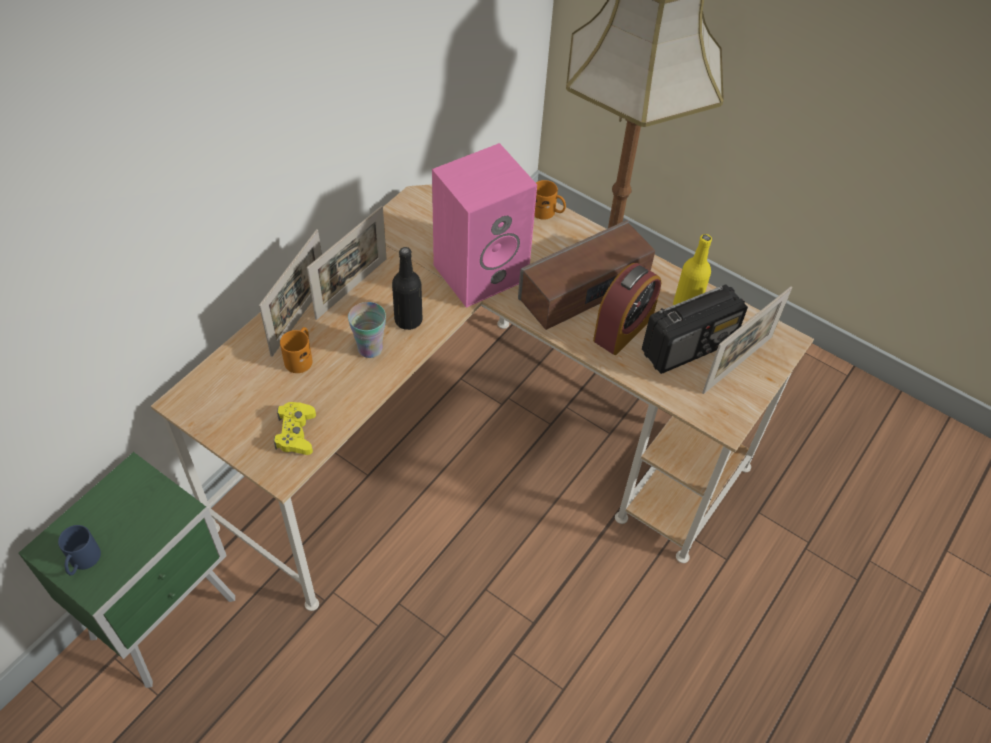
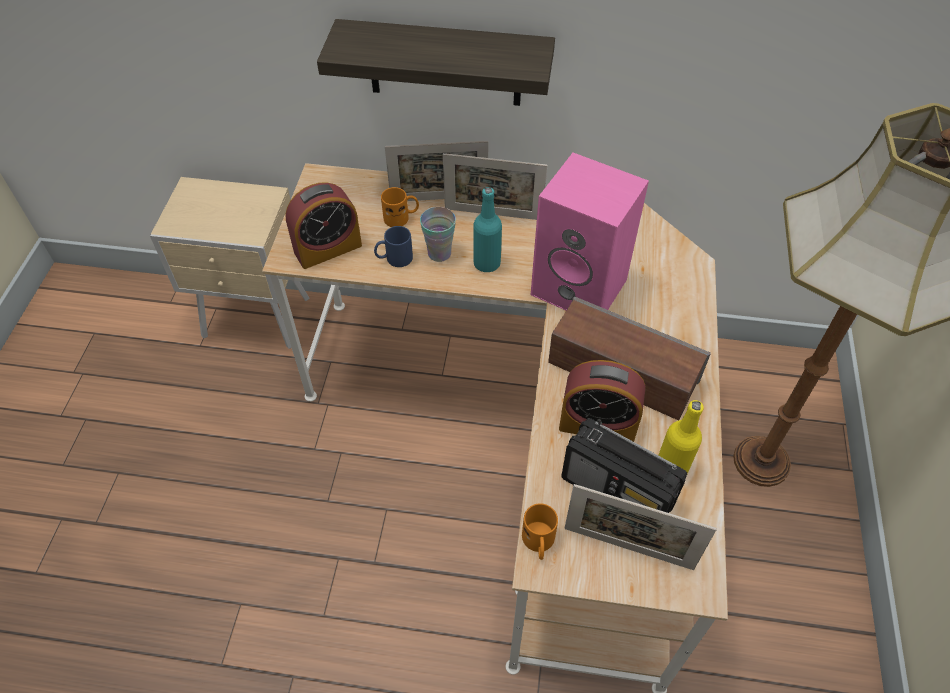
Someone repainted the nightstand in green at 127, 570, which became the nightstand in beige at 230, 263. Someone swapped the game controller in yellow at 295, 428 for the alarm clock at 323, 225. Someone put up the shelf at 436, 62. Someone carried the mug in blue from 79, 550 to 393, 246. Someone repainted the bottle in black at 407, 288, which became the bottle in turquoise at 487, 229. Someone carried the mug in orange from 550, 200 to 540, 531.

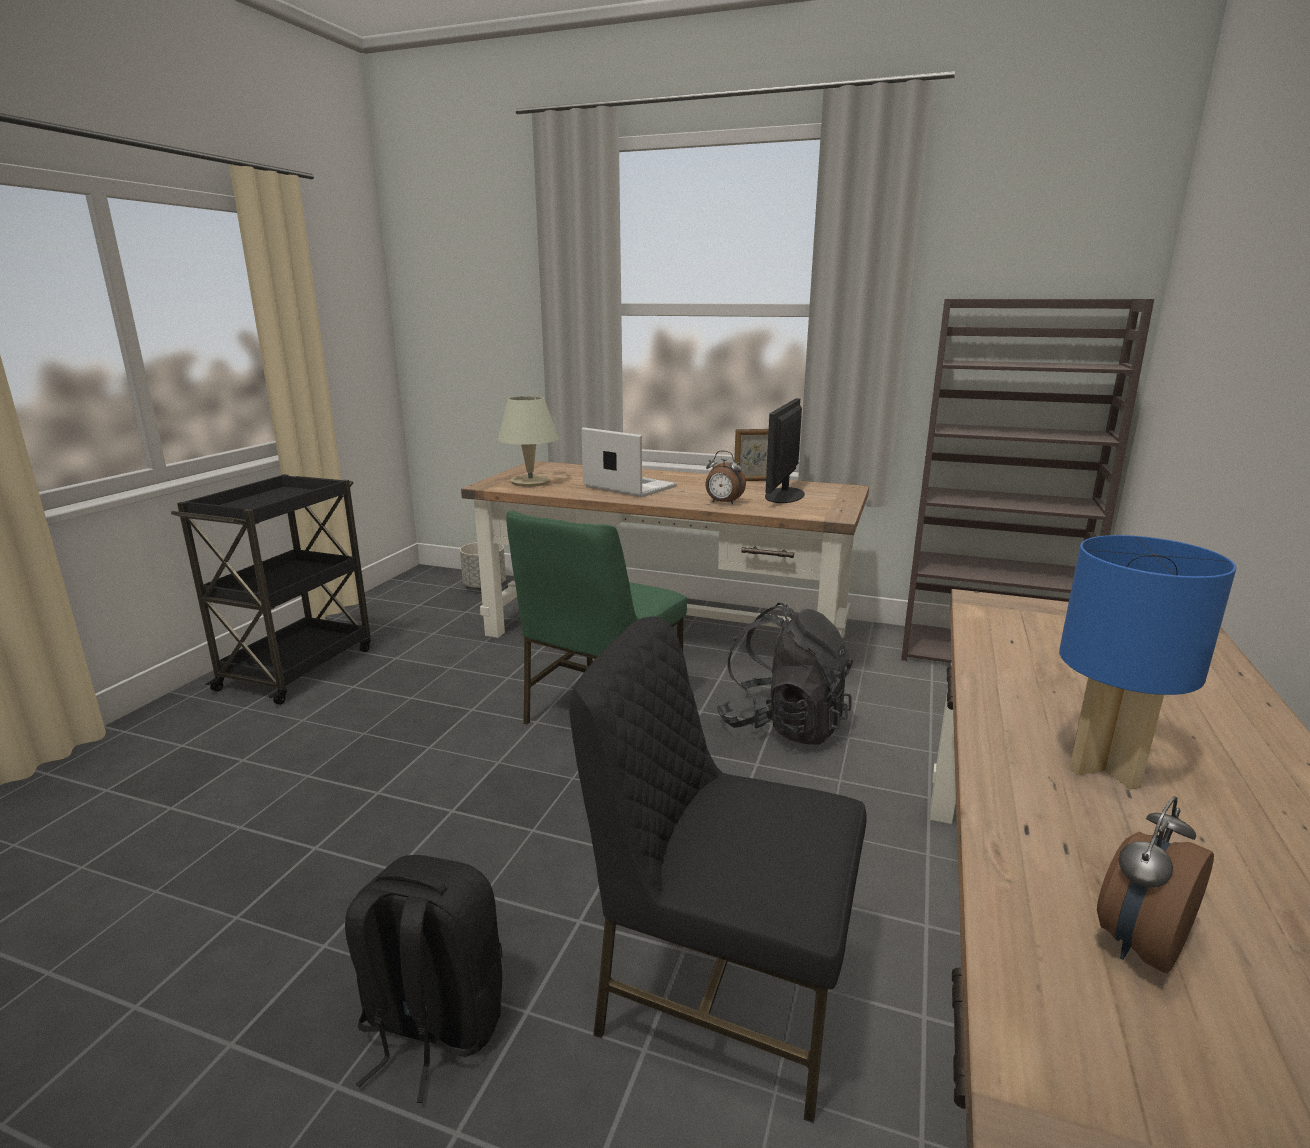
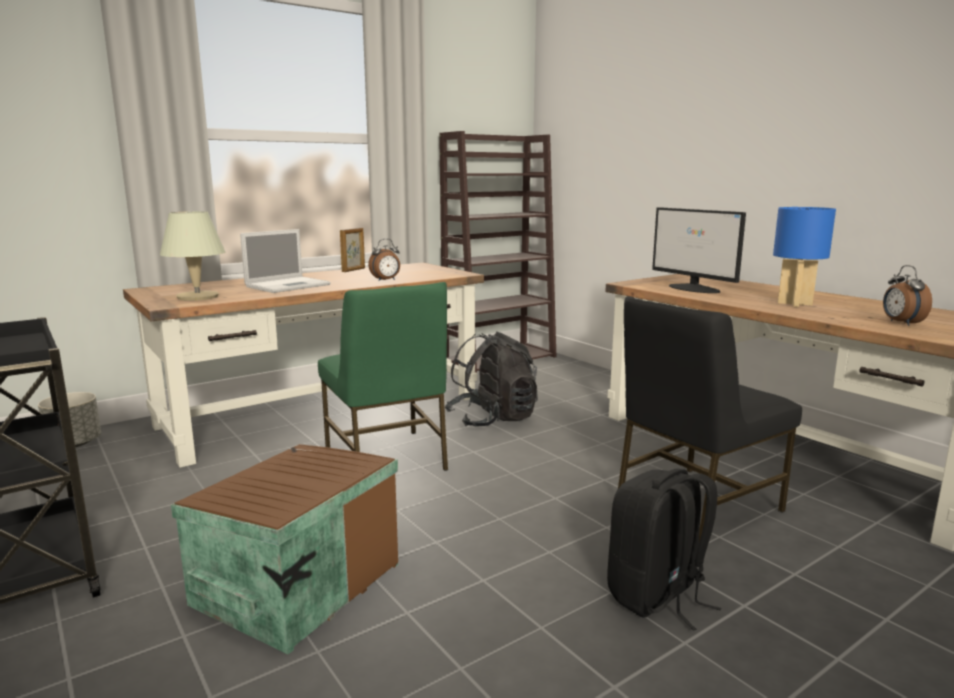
Someone put down the storage box in brown at 284, 549. Someone rotated the laptop at 629, 462 by 150 degrees clockwise. Someone carried the monitor from 785, 450 to 699, 250.

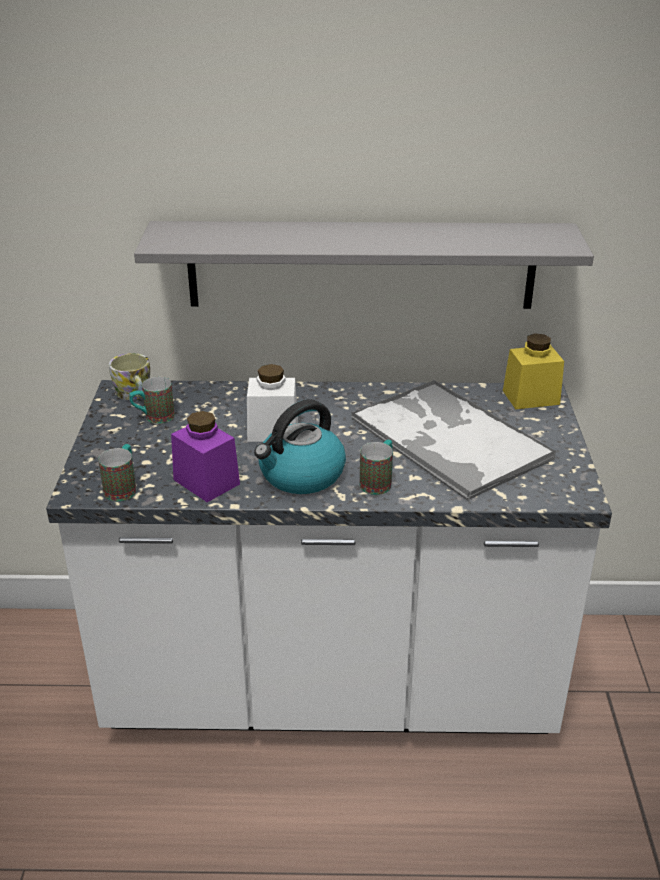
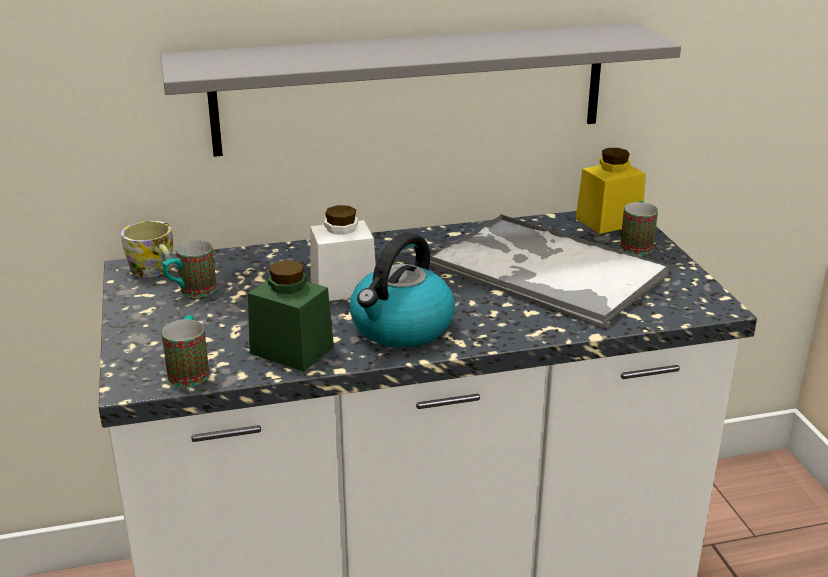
Someone repainted the jar in purple at 205, 456, which became the jar in green at 291, 316. Someone carried the mug from 376, 467 to 639, 228.

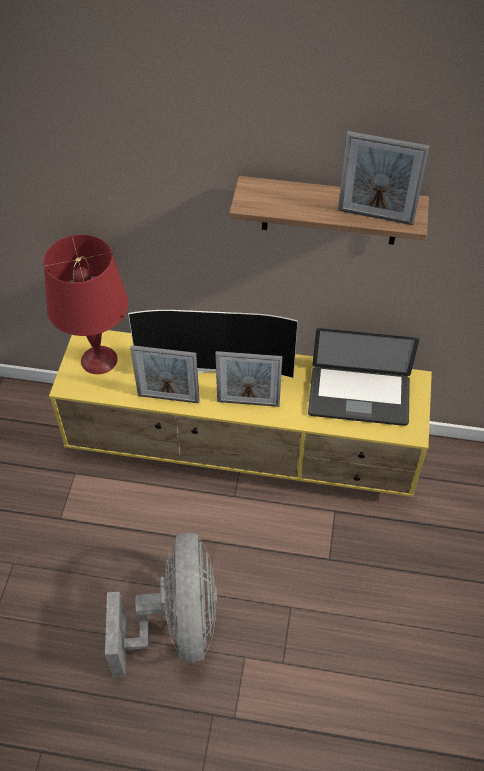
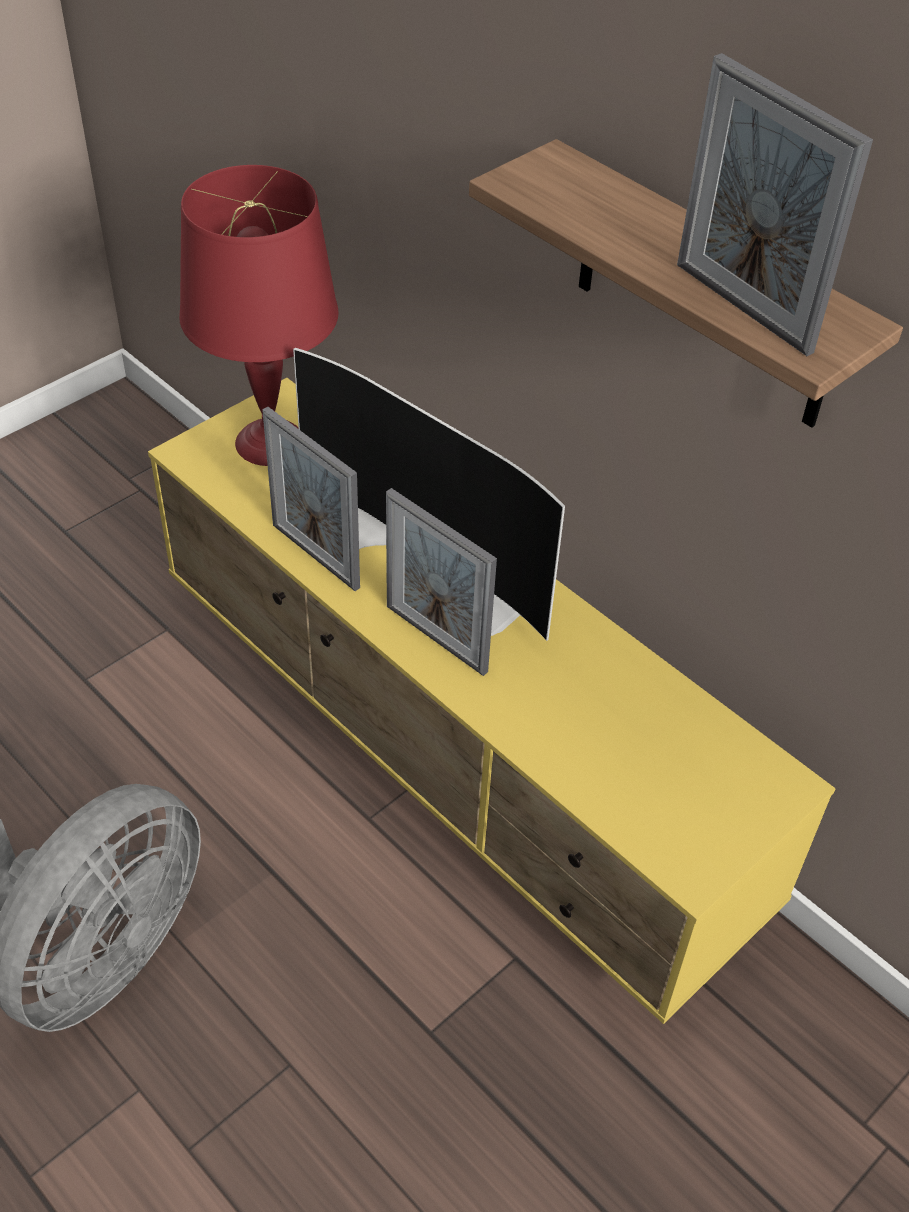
Someone took away the laptop at 363, 377.

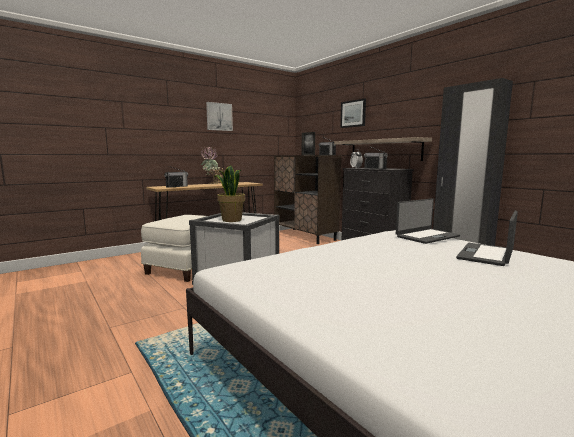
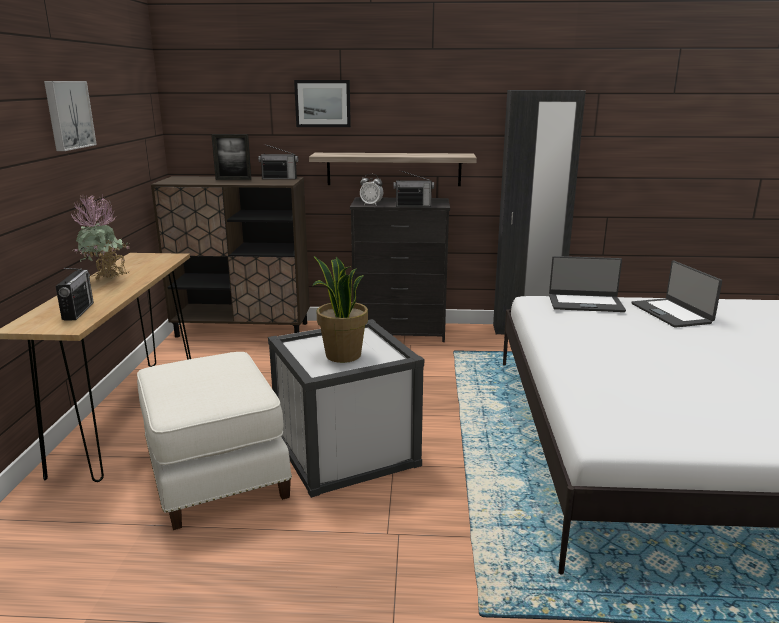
Someone rotated the laptop at 428, 221 by 90 degrees clockwise.

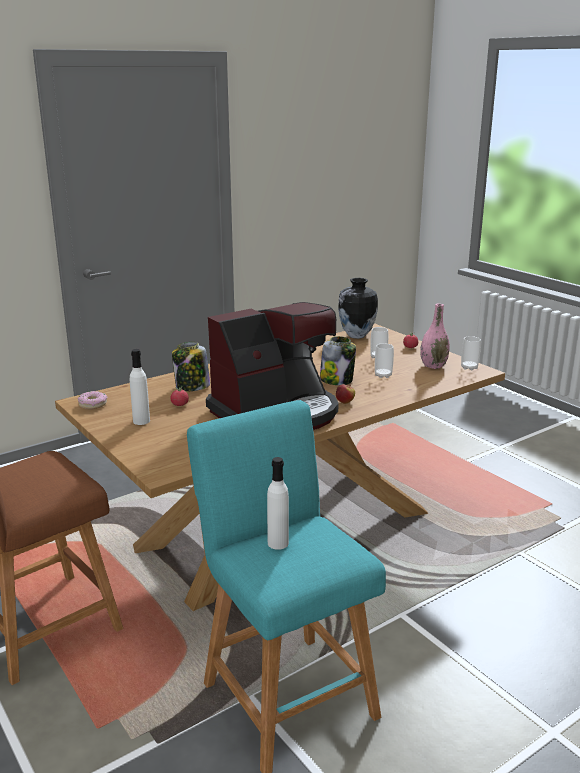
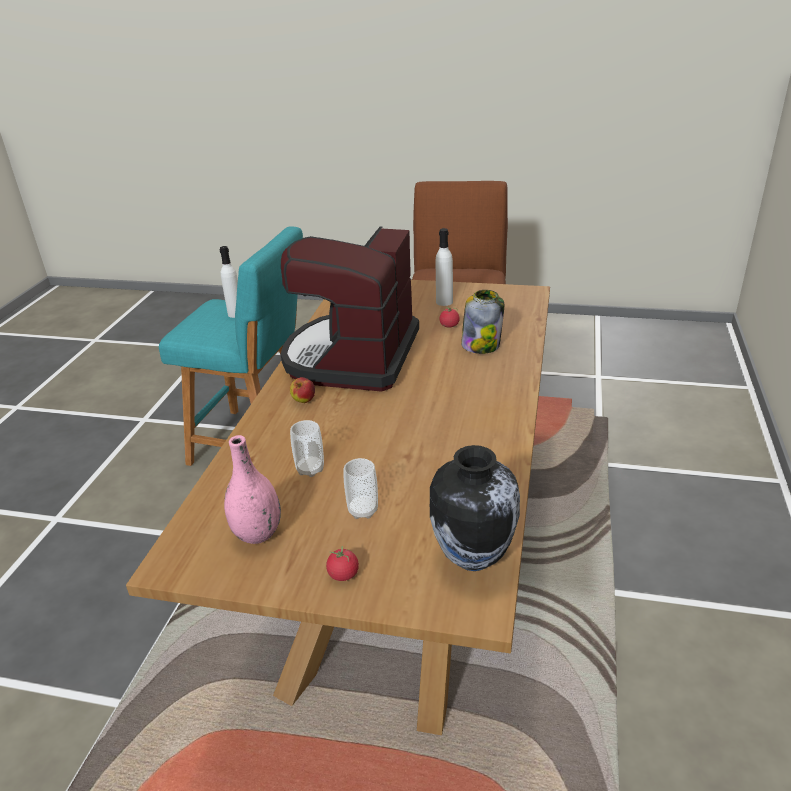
Someone took away the donut at 92, 400. Someone took away the jar at 338, 360. Someone took away the cup at 471, 353.

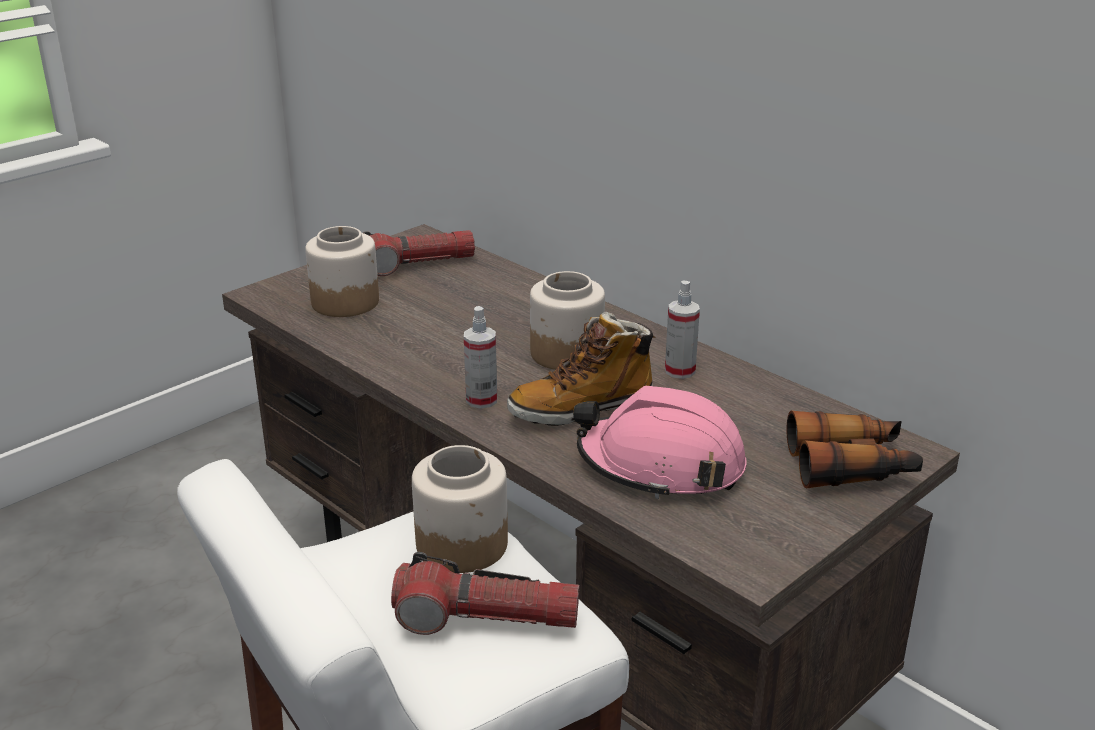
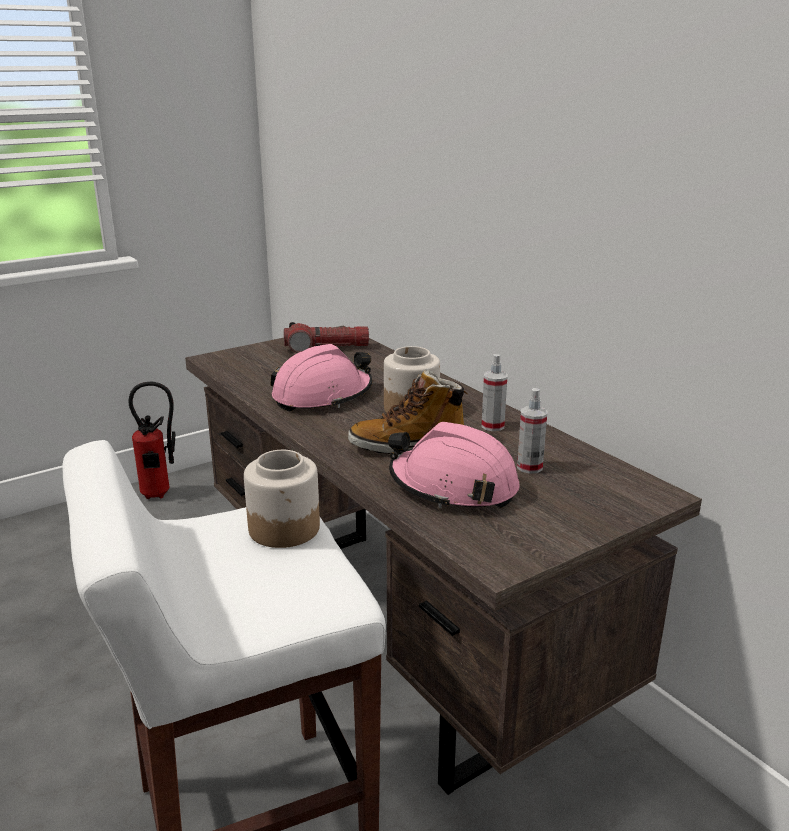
Someone put down the fire extinguisher at 151, 440. Someone put down the hard hat in pink at 321, 378. Someone carried the spray bottle from 480, 357 to 532, 431. Someone took away the jar at 342, 271. Someone took away the flashlight at 485, 593. Someone took away the binoculars at 855, 449.

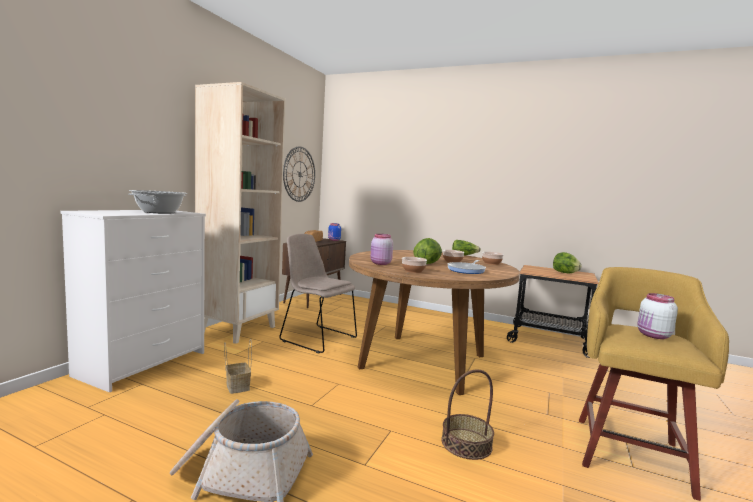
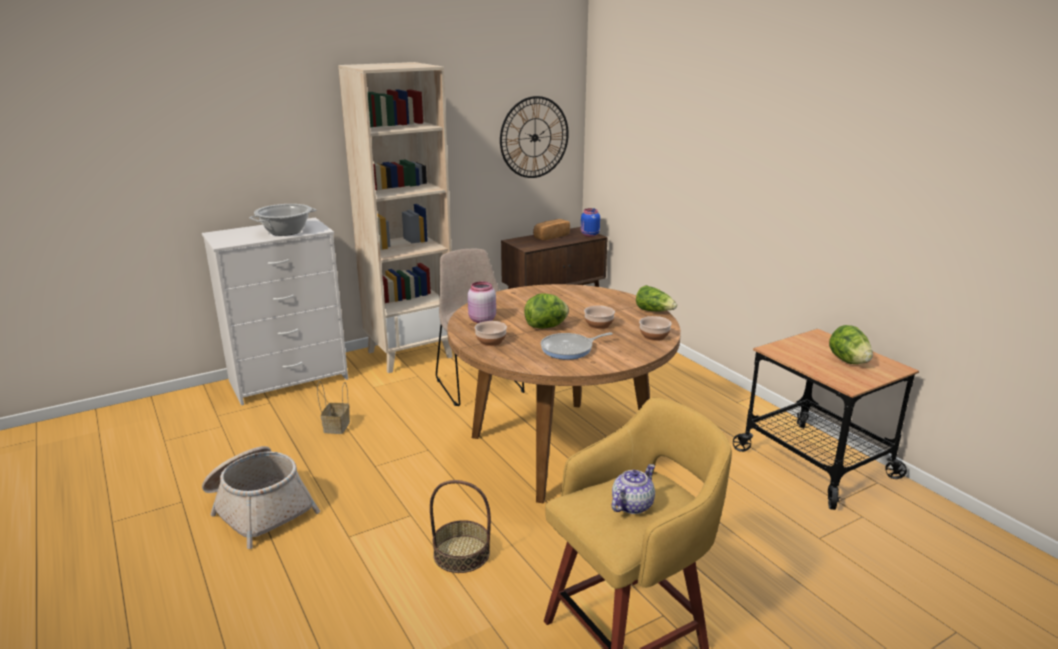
Someone swapped the jar in white at 657, 316 for the teapot at 633, 489.

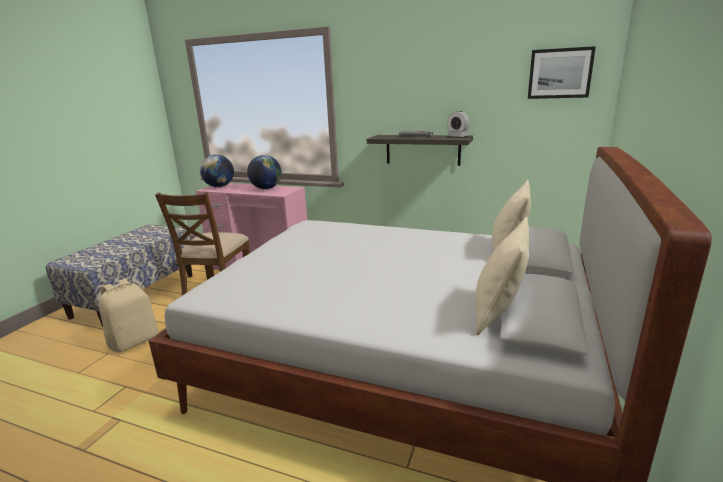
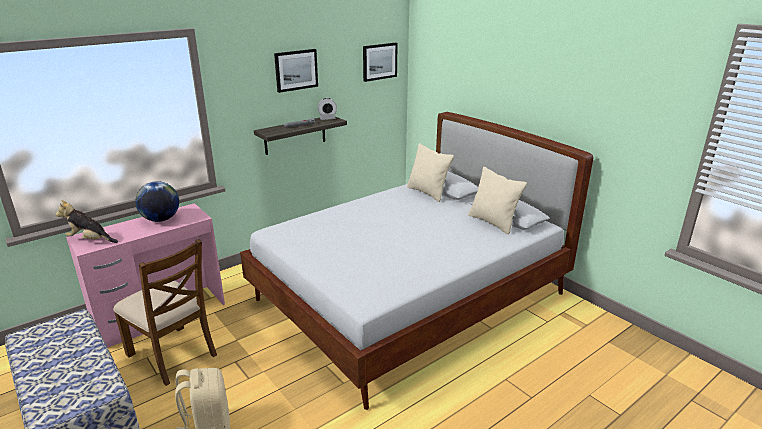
Someone swapped the globe at 217, 171 for the plush toy at 87, 221. Someone put up the picture at 296, 71.

